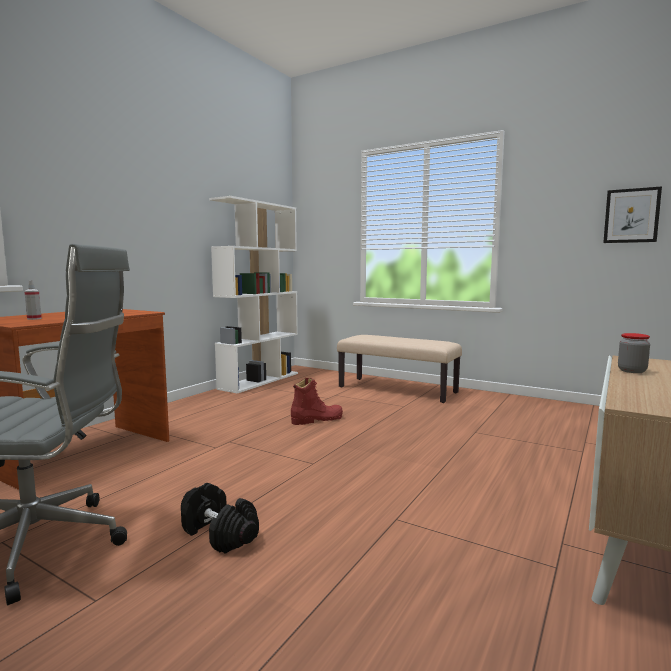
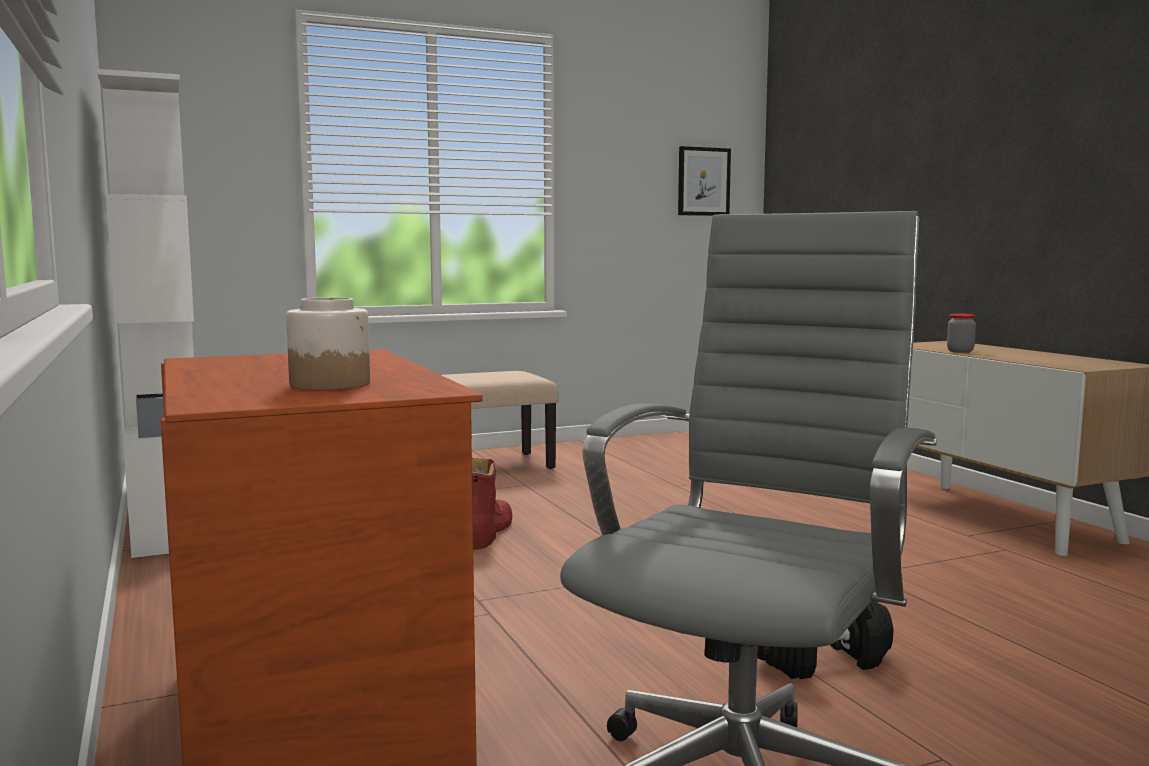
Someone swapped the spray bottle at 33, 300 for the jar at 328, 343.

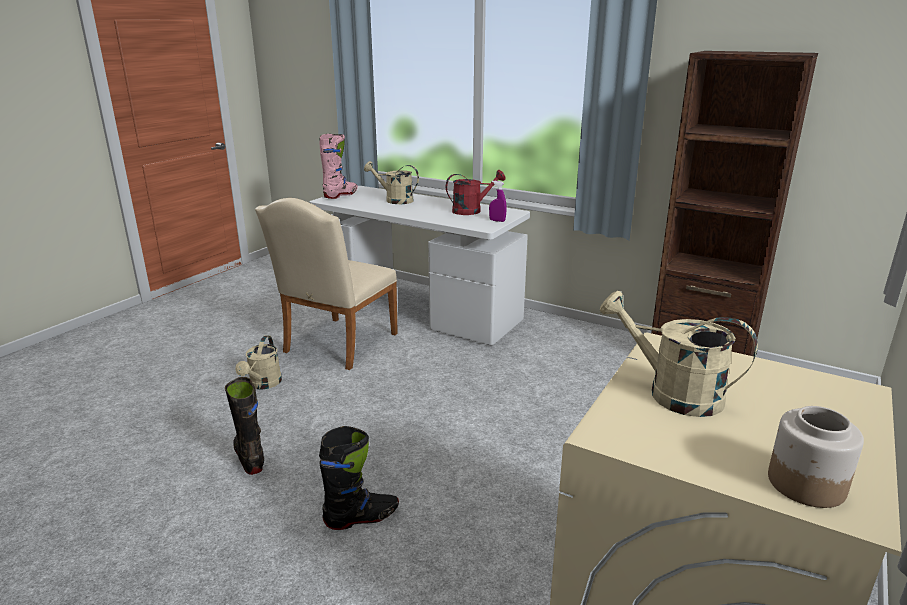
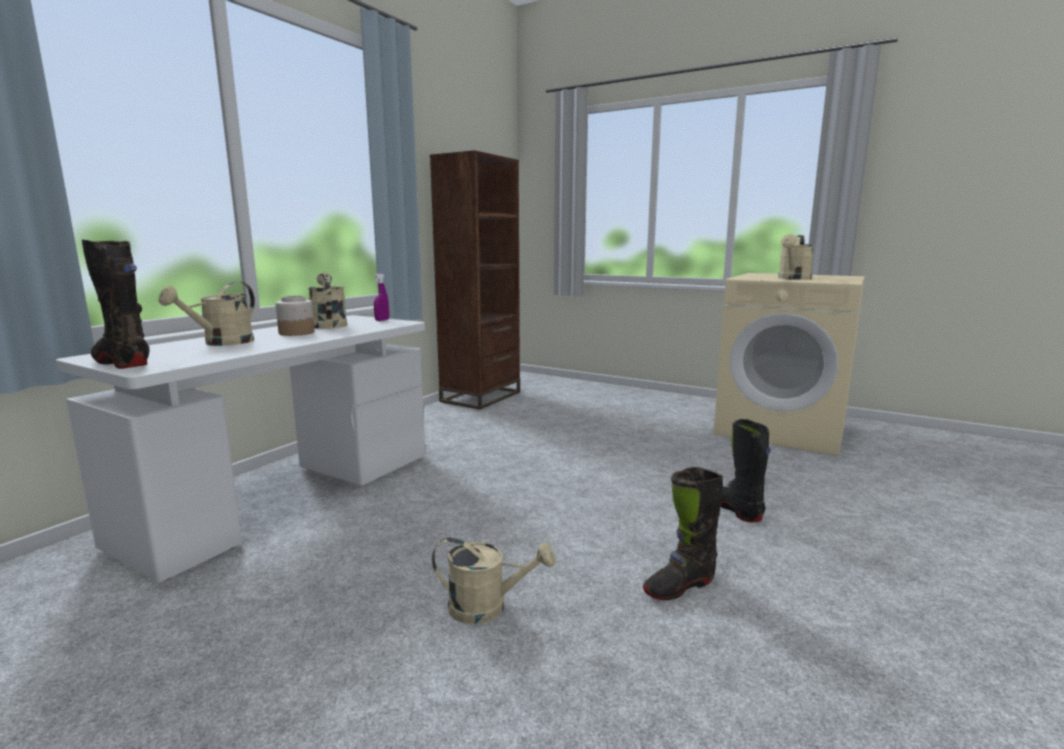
Someone repainted the boot in pink at 338, 166, which became the boot in black at 116, 304. Someone carried the jar from 816, 457 to 295, 316. Someone repainted the watering can in red at 476, 192, which became the watering can in beige at 327, 300. Someone took away the chair in beige at 326, 284.

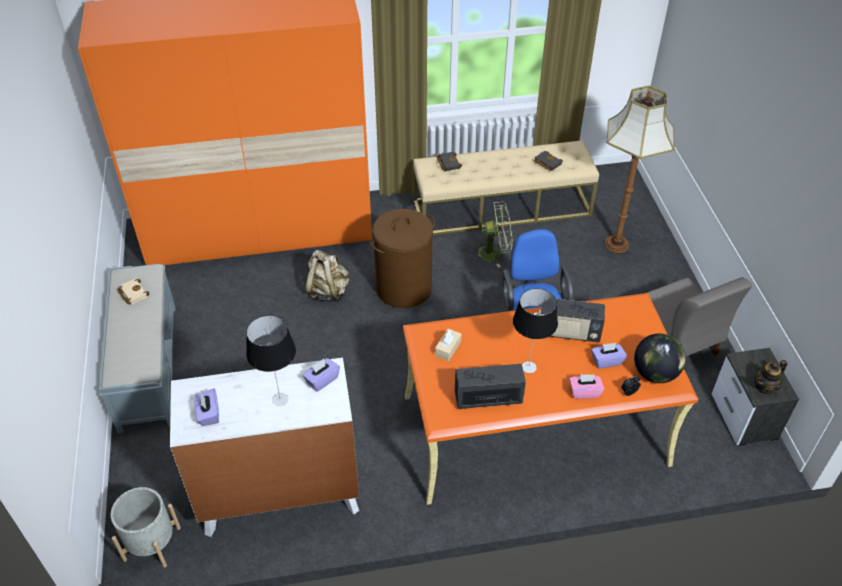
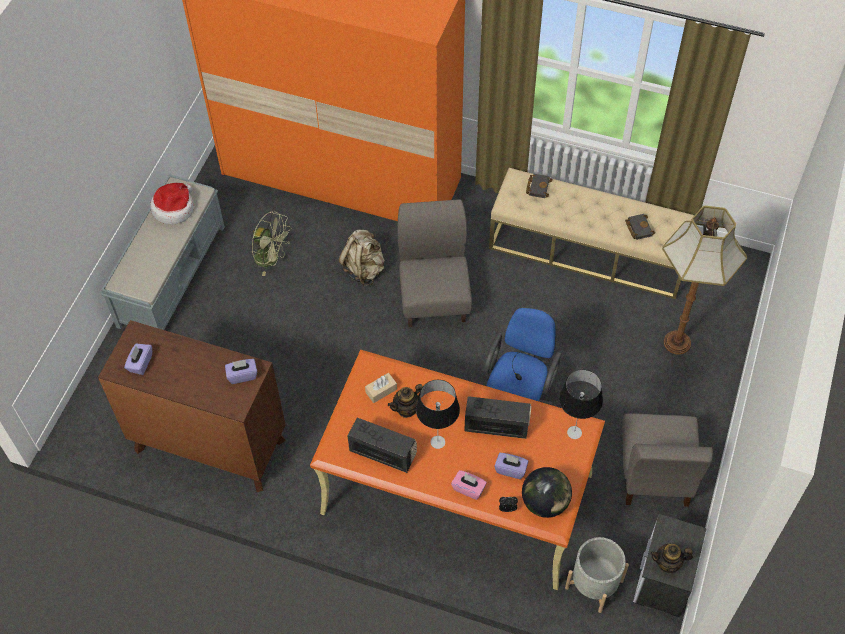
Someone repainted the dresser in white at 265, 447, which became the dresser in brown at 192, 406. Someone swapped the book in beige at 133, 291 for the hat at 172, 204. Someone carried the fan in green from 491, 234 to 272, 243. Someone put down the teapot at 405, 401. Someone swapped the laundry basket in brown at 402, 258 for the chair in grey at 435, 263. Someone rotated the radio at 572, 320 by 150 degrees clockwise. Someone carried the table lamp from 271, 360 to 581, 404. Someone carried the planter in grey from 146, 527 to 597, 575.

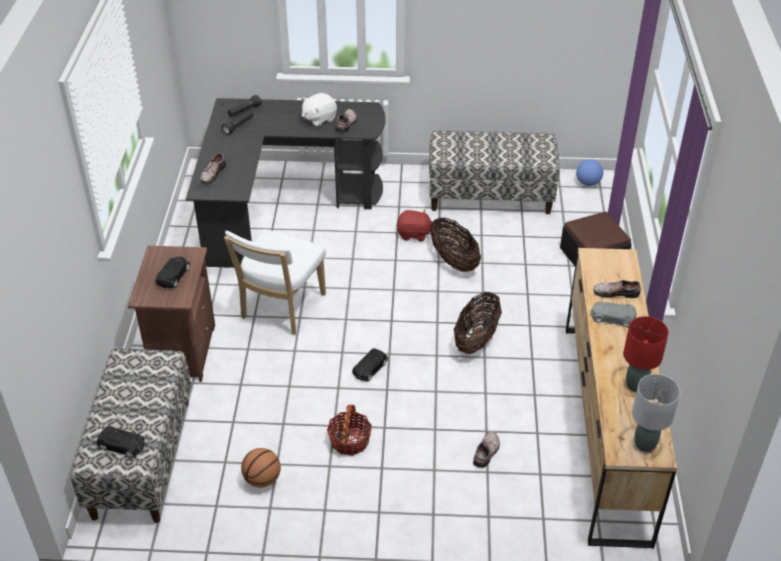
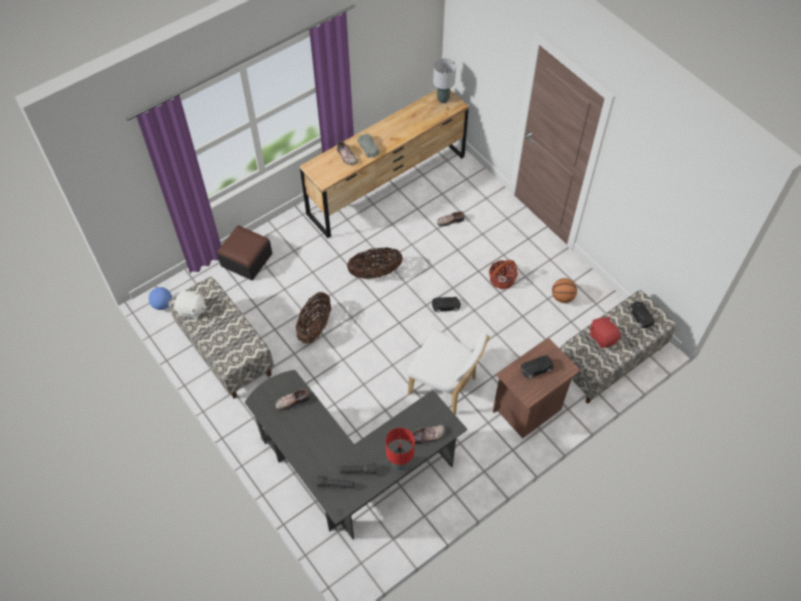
Someone carried the plush toy in white from 319, 110 to 190, 305. Someone carried the table lamp in red from 646, 354 to 400, 449. Someone rotated the chair in white at 275, 282 by 45 degrees clockwise. Someone carried the plush toy in red from 414, 225 to 605, 332.

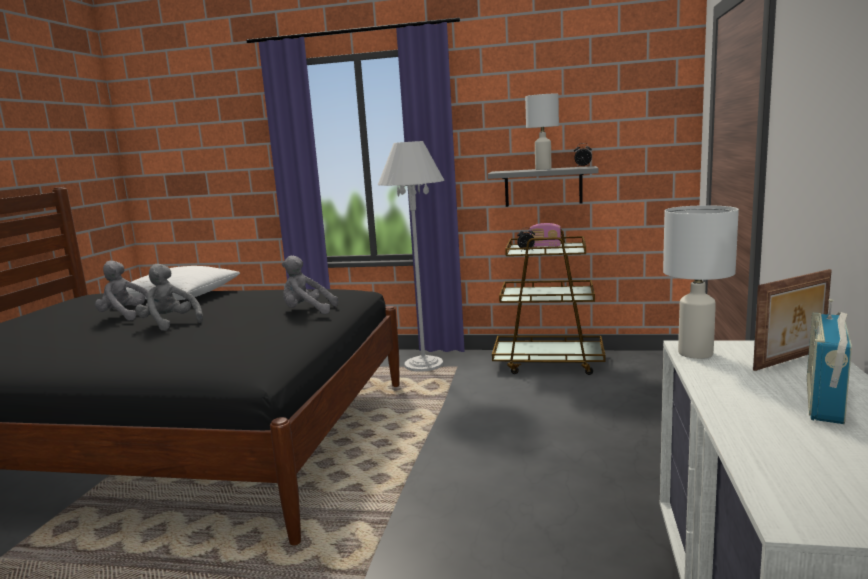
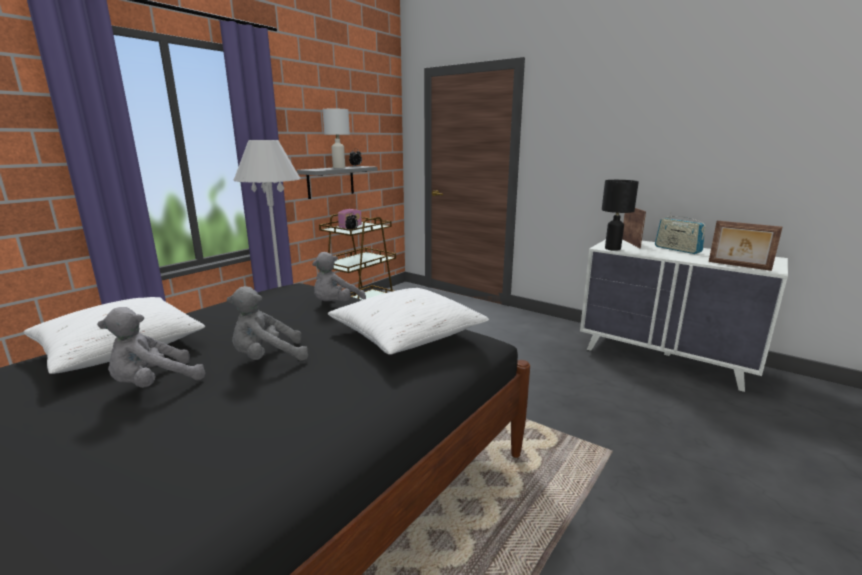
Someone put down the pillow in white at 408, 321. Someone repainted the table lamp in white at 701, 282, which became the table lamp in black at 620, 215. Someone put down the picture frame at 746, 246.

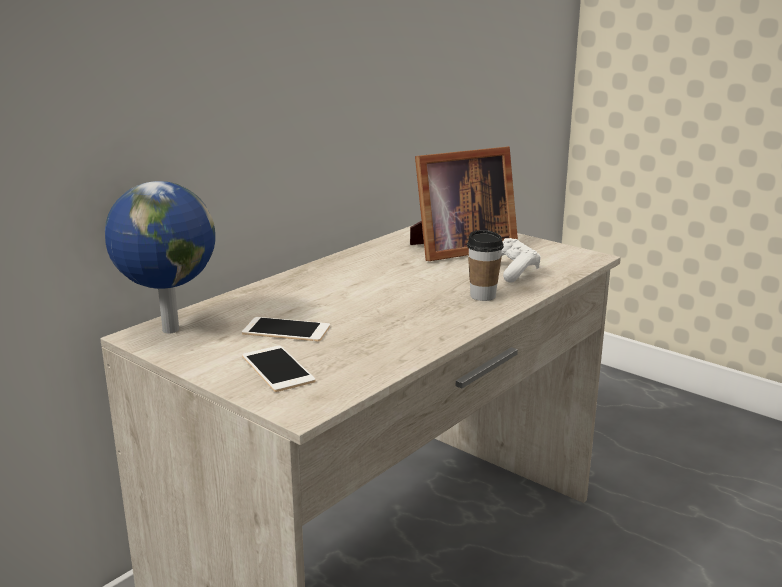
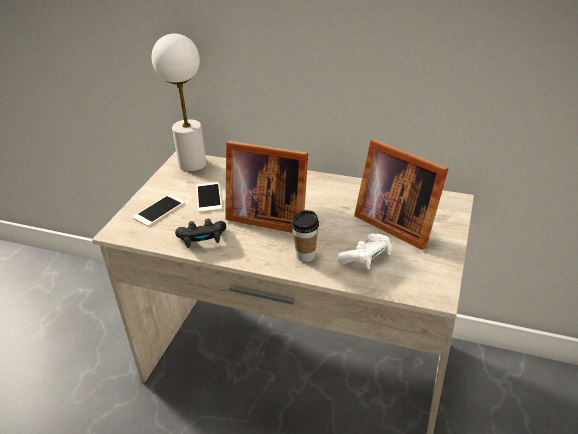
Someone swapped the globe at 160, 257 for the table lamp in white at 179, 102. Someone put down the game controller in black at 200, 233. Someone put down the picture frame at 266, 187.

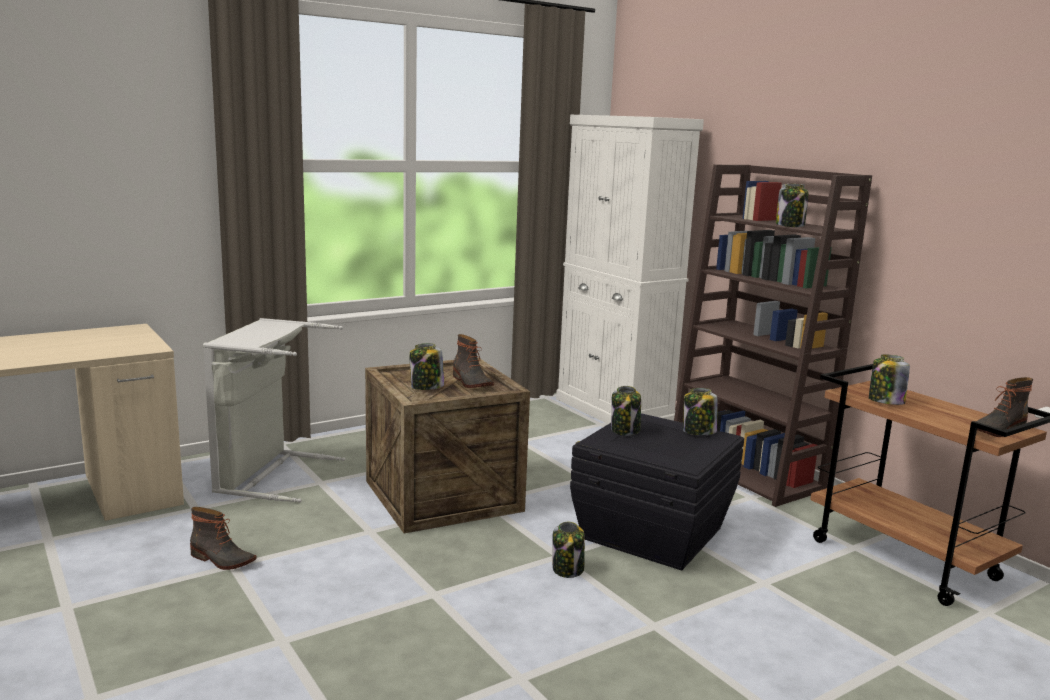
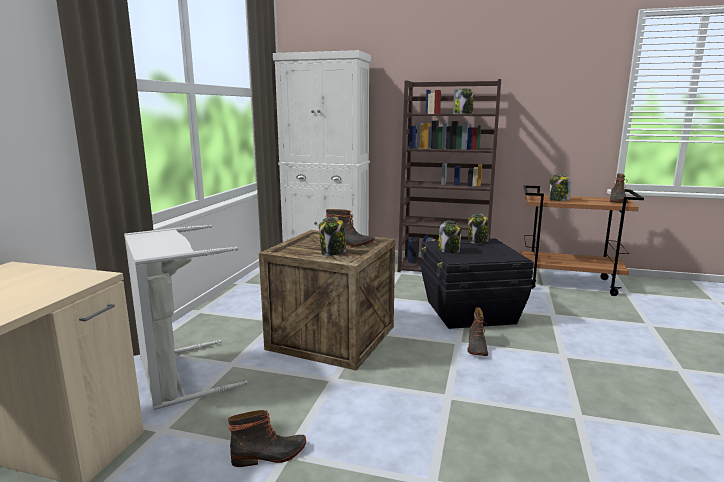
Someone swapped the jar at 568, 550 for the boot at 478, 331.

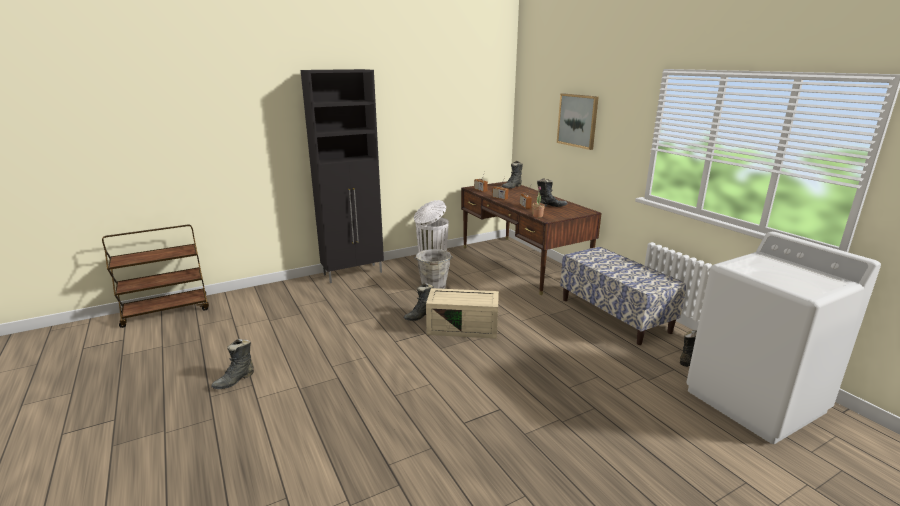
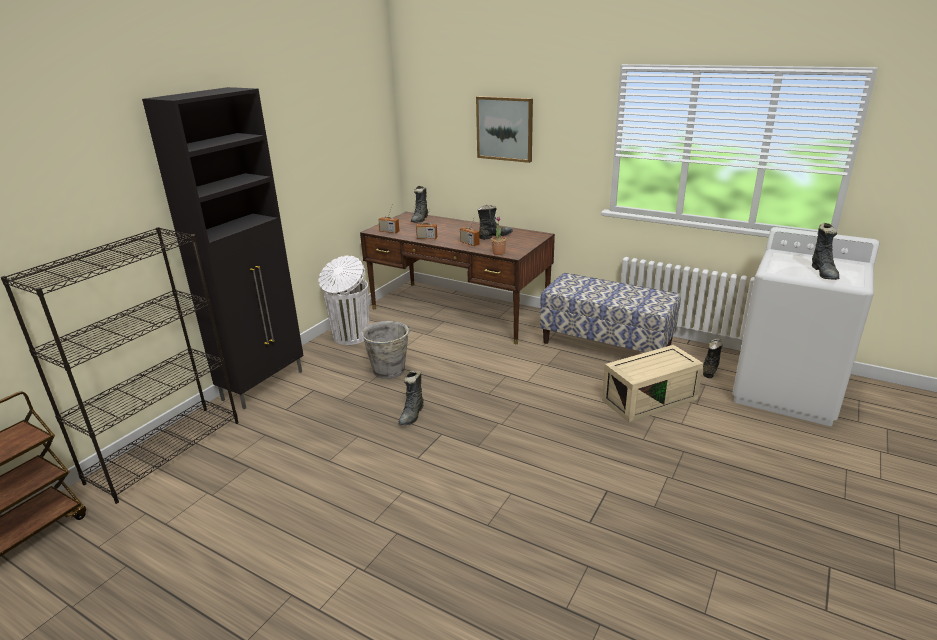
Someone put down the bookcase in black at 120, 365. Someone carried the storage box in beige from 462, 313 to 653, 384. Someone carried the boot in black from 232, 364 to 826, 251.

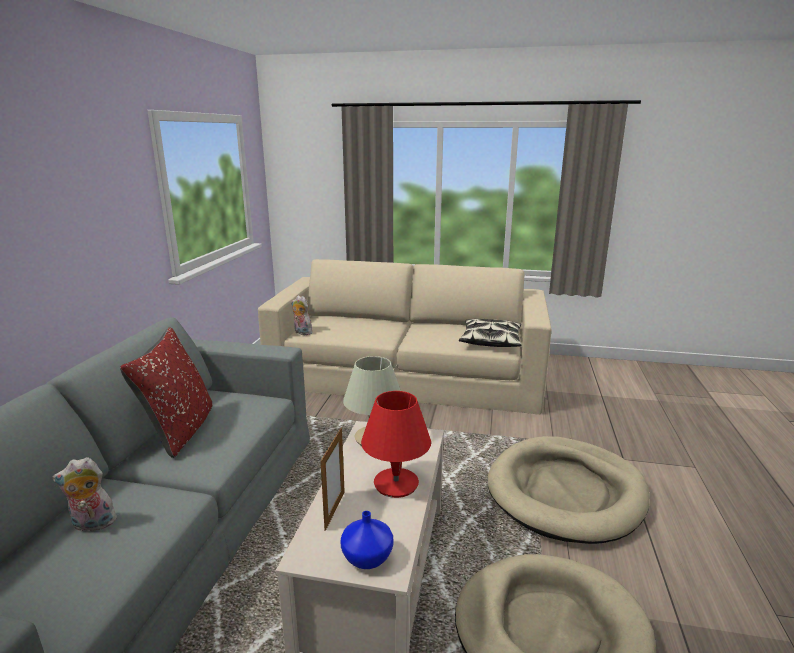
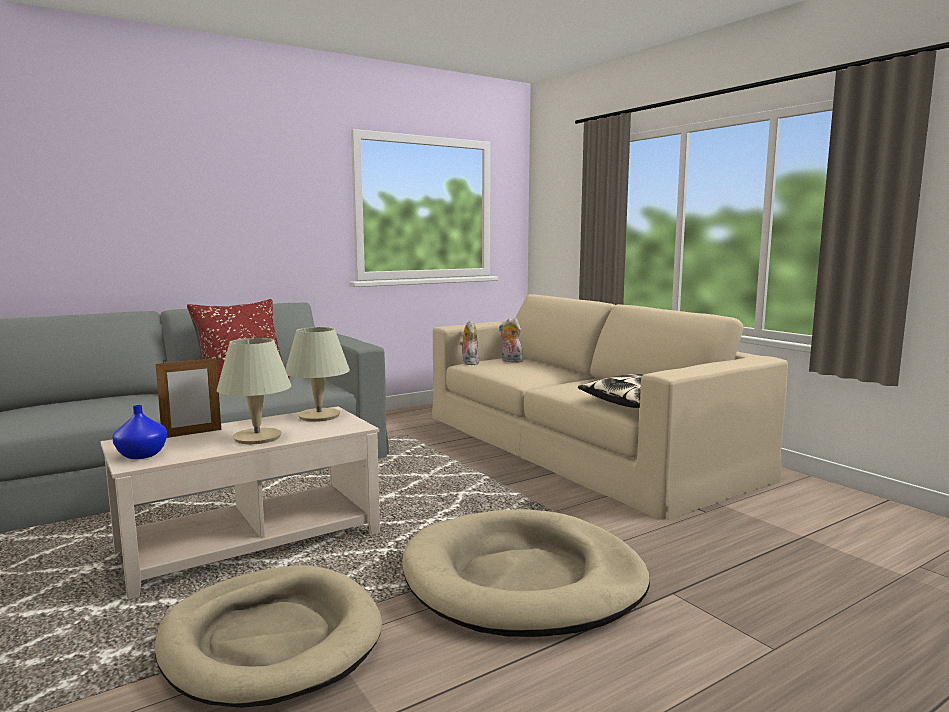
Someone repainted the table lamp in red at 396, 444, which became the table lamp in beige at 254, 391. Someone carried the plush toy from 85, 494 to 511, 340.

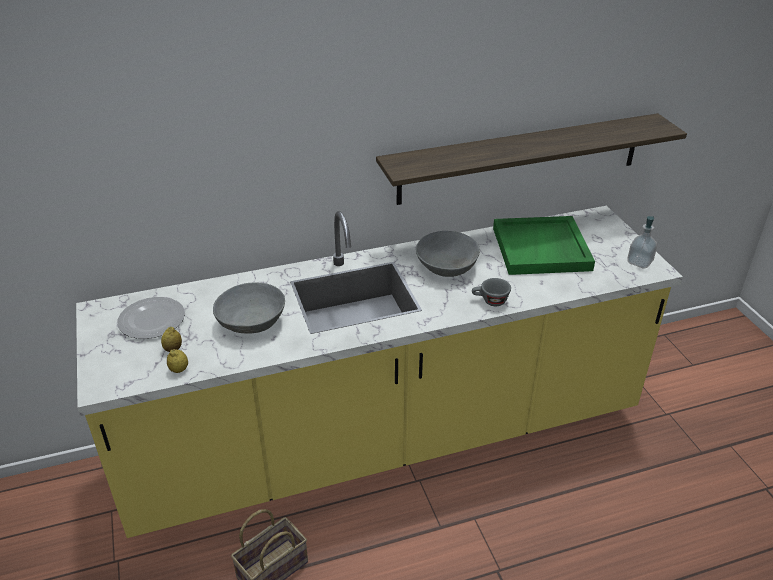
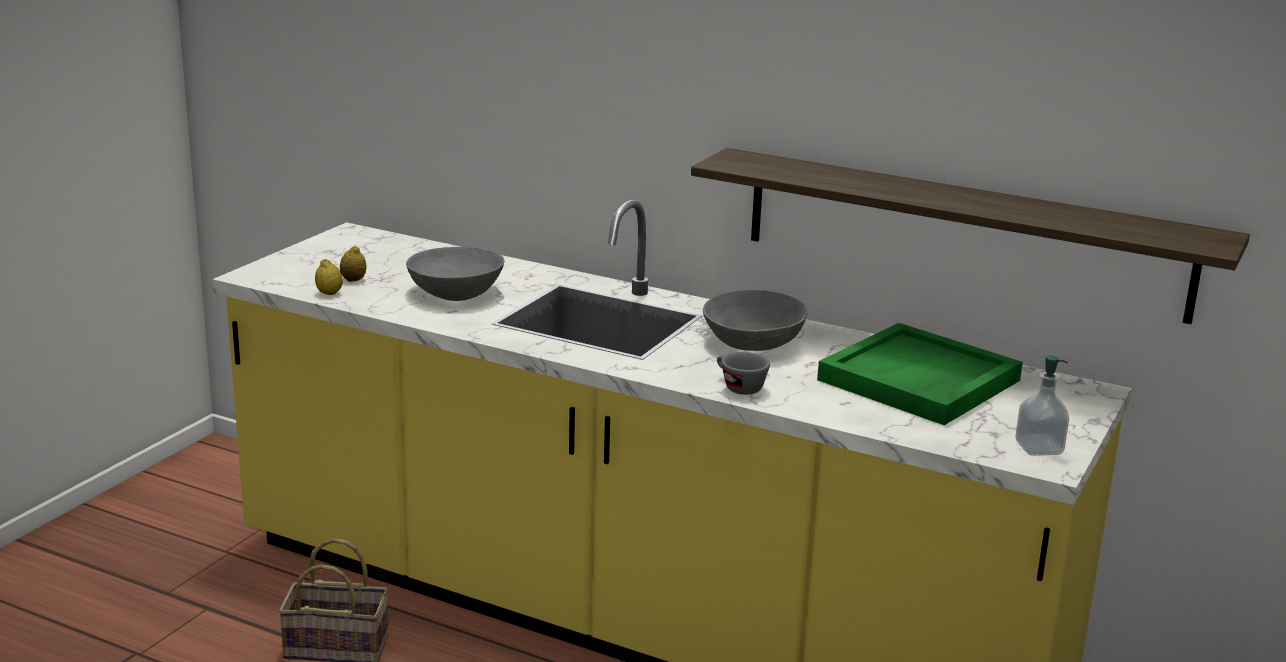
Someone took away the plate at 151, 318.

